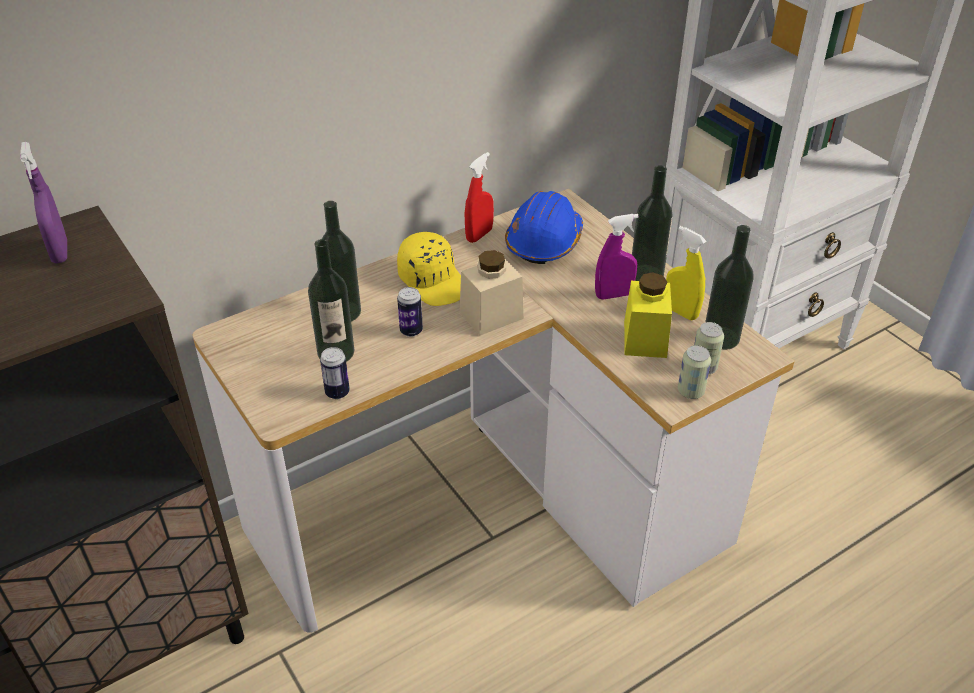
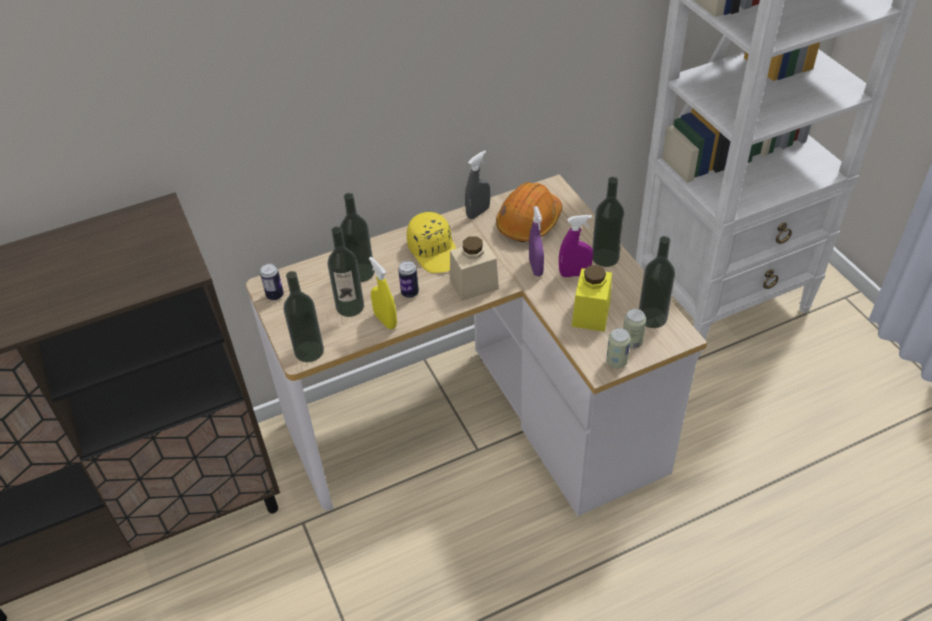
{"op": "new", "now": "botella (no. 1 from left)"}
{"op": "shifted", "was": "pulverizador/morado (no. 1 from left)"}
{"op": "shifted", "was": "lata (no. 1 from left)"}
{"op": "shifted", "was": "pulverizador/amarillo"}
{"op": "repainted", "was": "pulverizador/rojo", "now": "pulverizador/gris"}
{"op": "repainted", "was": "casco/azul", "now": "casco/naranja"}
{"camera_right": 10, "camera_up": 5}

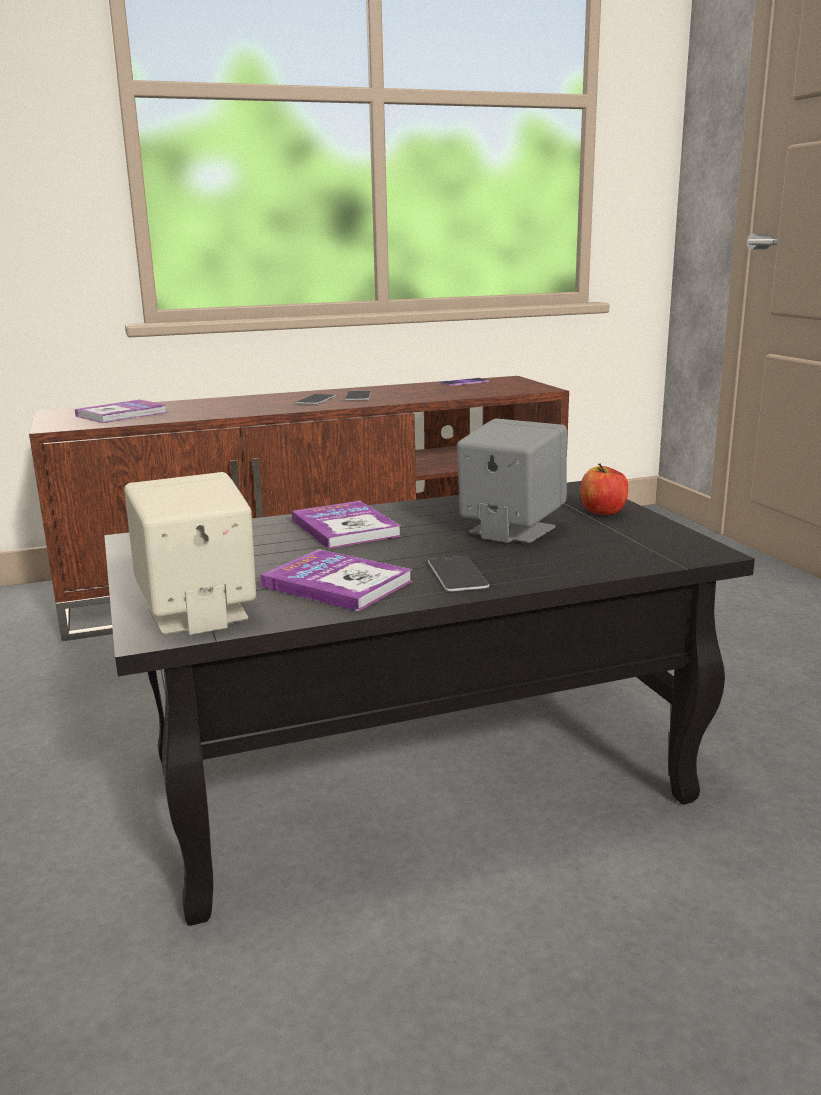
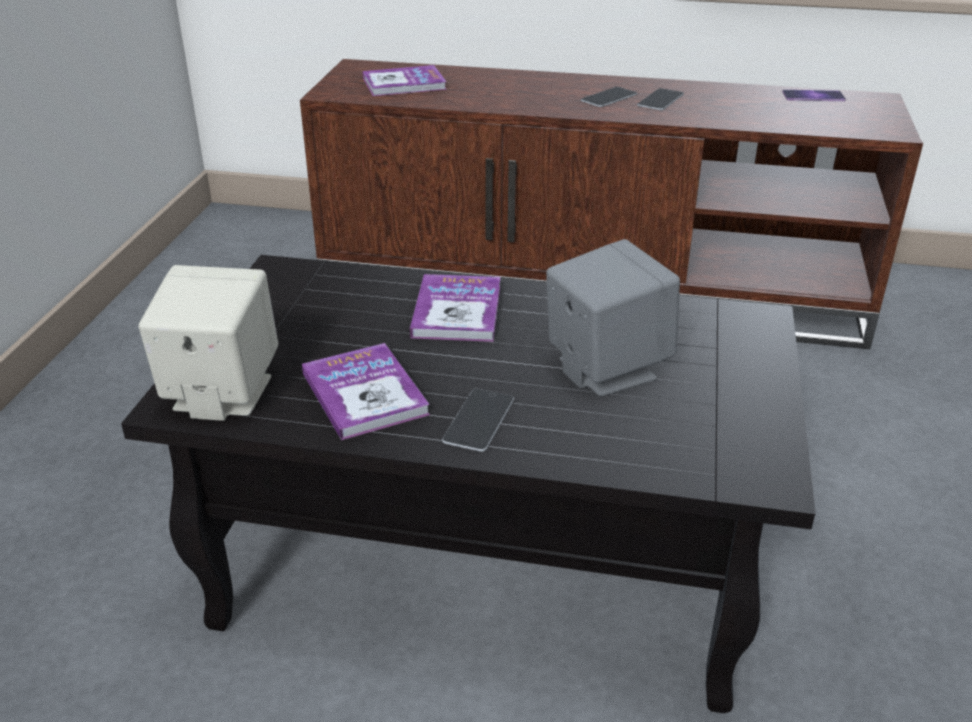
{"op": "gone", "was": "manzana"}
{"camera_right": 30, "camera_up": 15}

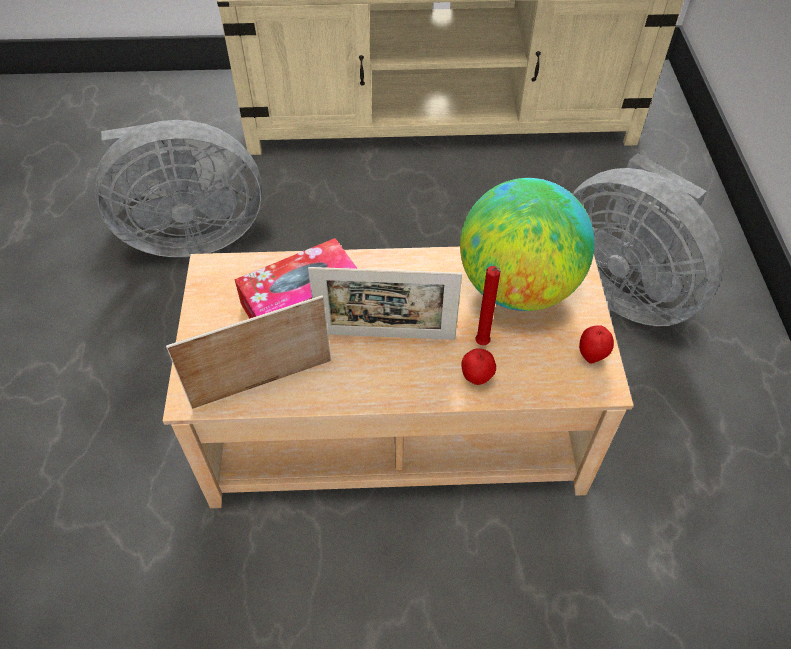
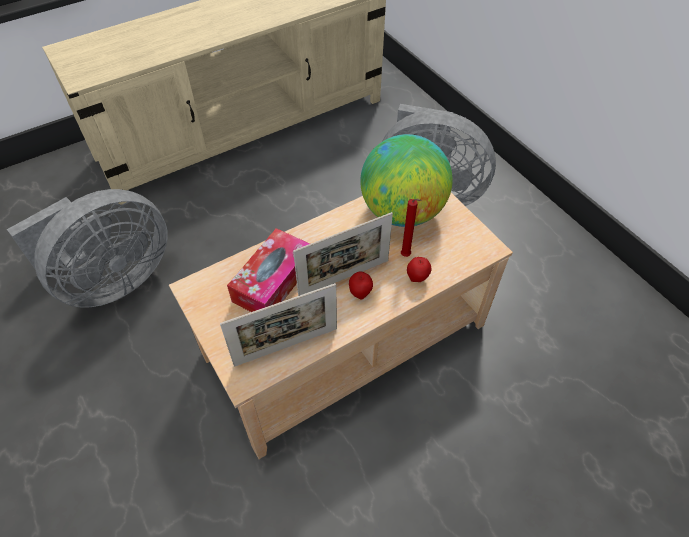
{"op": "shifted", "was": "manzana (no. 2 from left in the first image)", "now": "manzana (no. 1 from left)"}
{"op": "rotated", "was": "portarretratos (no. 1 from left)", "clockwise": -150}
{"camera_right": -30, "camera_up": 0}

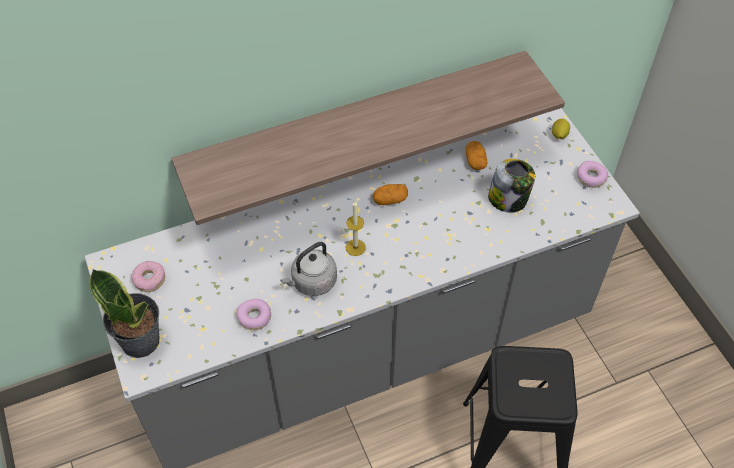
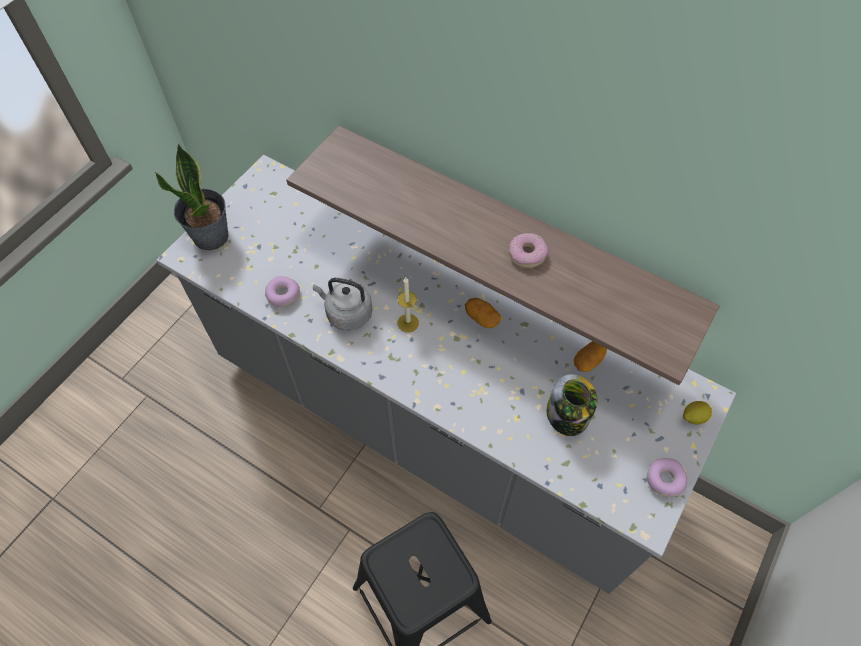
{"op": "shifted", "was": "rosquilla (no. 1 from left in the first image)", "now": "rosquilla (no. 2 from left)"}
{"camera_right": 55, "camera_up": 5}

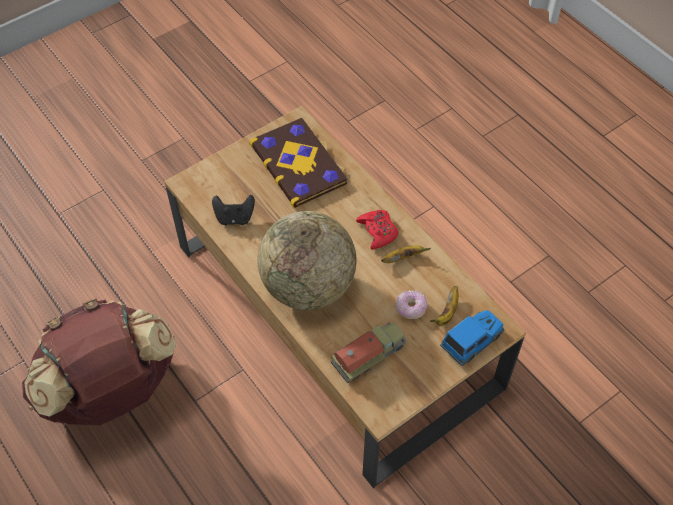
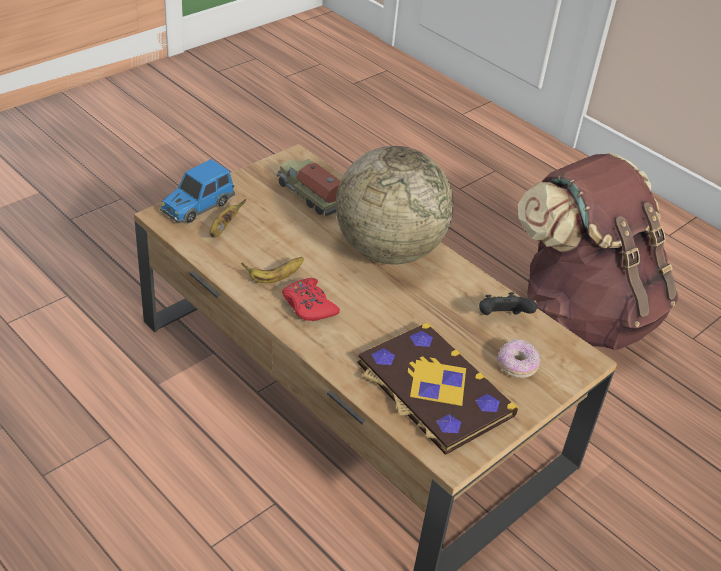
{"op": "shifted", "was": "rosquilla"}
{"op": "rotated", "was": "camión de juguete", "clockwise": 90}
{"camera_right": 170, "camera_up": -15}

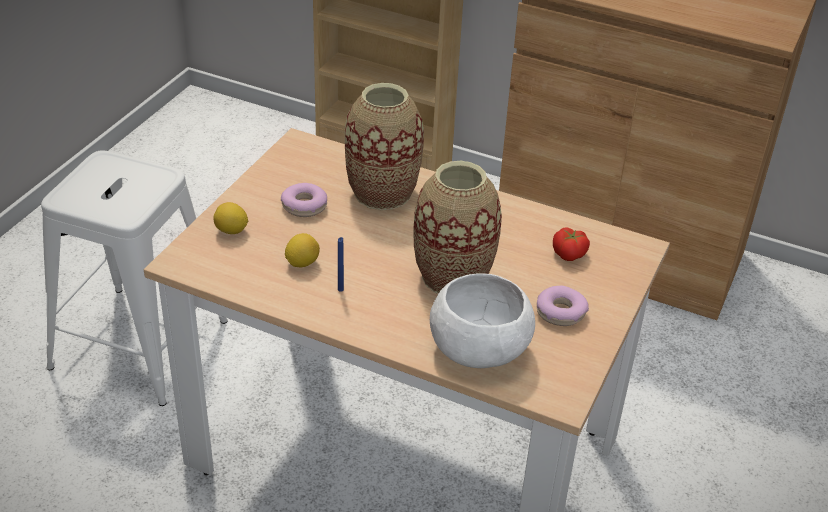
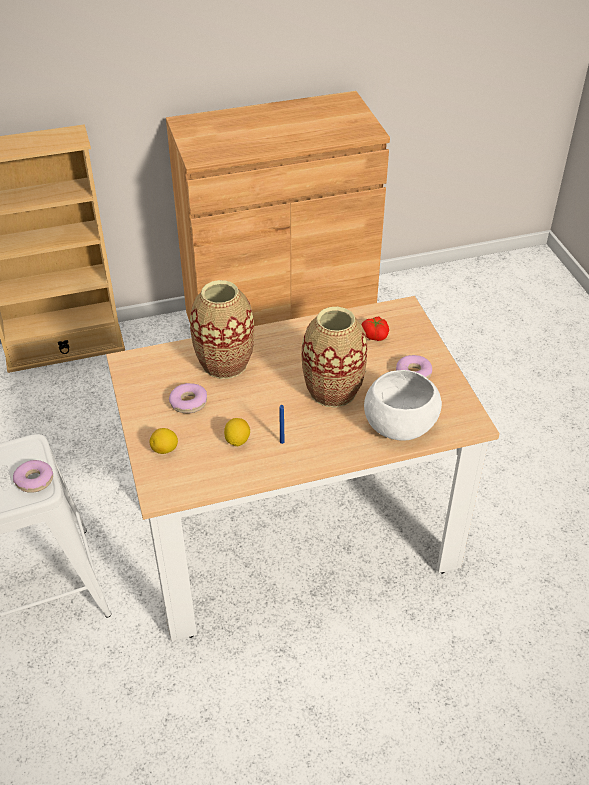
{"op": "new", "now": "rosquilla (no. 1 from left)"}
{"camera_right": -40, "camera_up": 5}

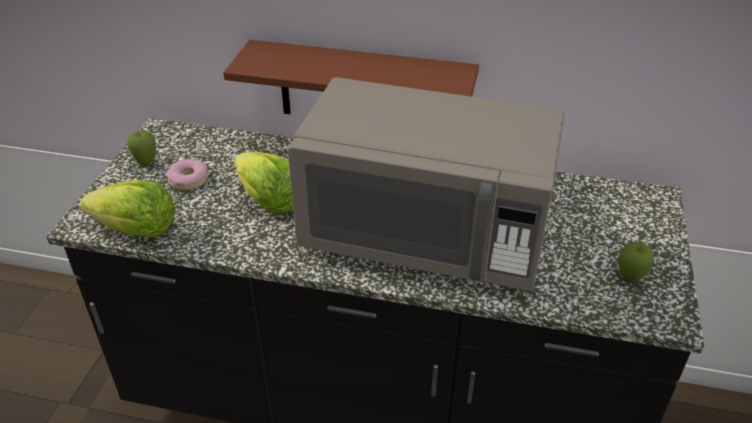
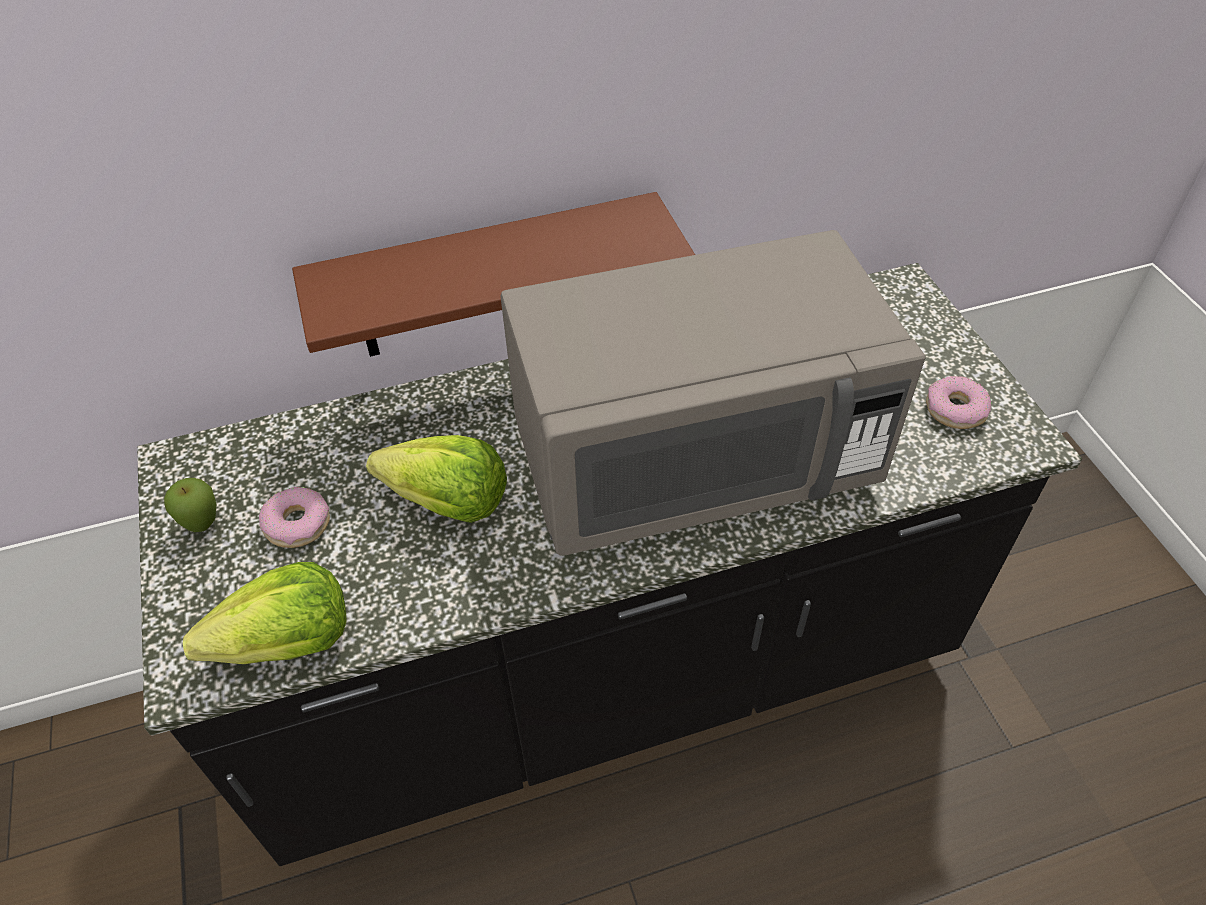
{"op": "swapped", "was": "manzana (no. 2 from left)", "now": "rosquilla (no. 2 from left)"}
{"camera_right": -30, "camera_up": 10}

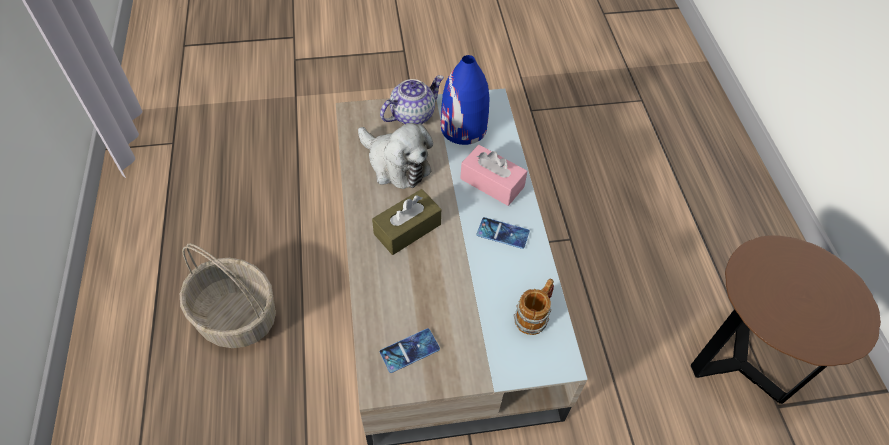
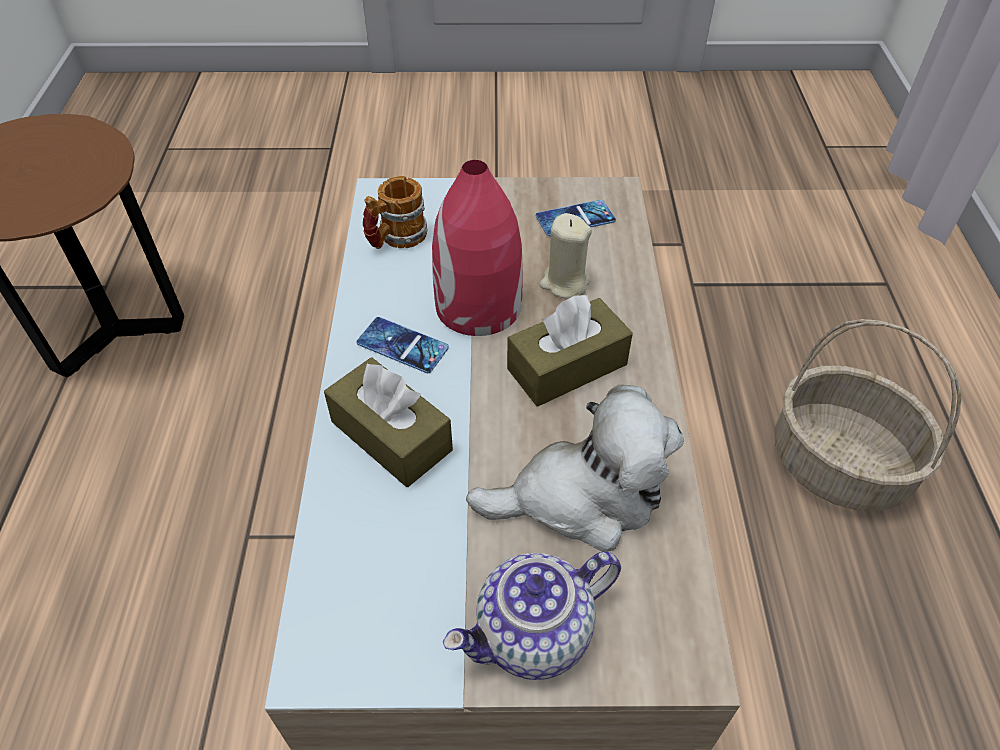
{"op": "gone", "was": "florero/azul"}
{"op": "new", "now": "florero/rojo"}
{"op": "new", "now": "vela/beis"}
{"op": "repainted", "was": "caja de pañuelos/rosa", "now": "caja de pañuelos/marrón (no. 1 from left)"}
{"op": "rotated", "was": "peluche", "clockwise": 120}
{"camera_right": -170, "camera_up": -5}

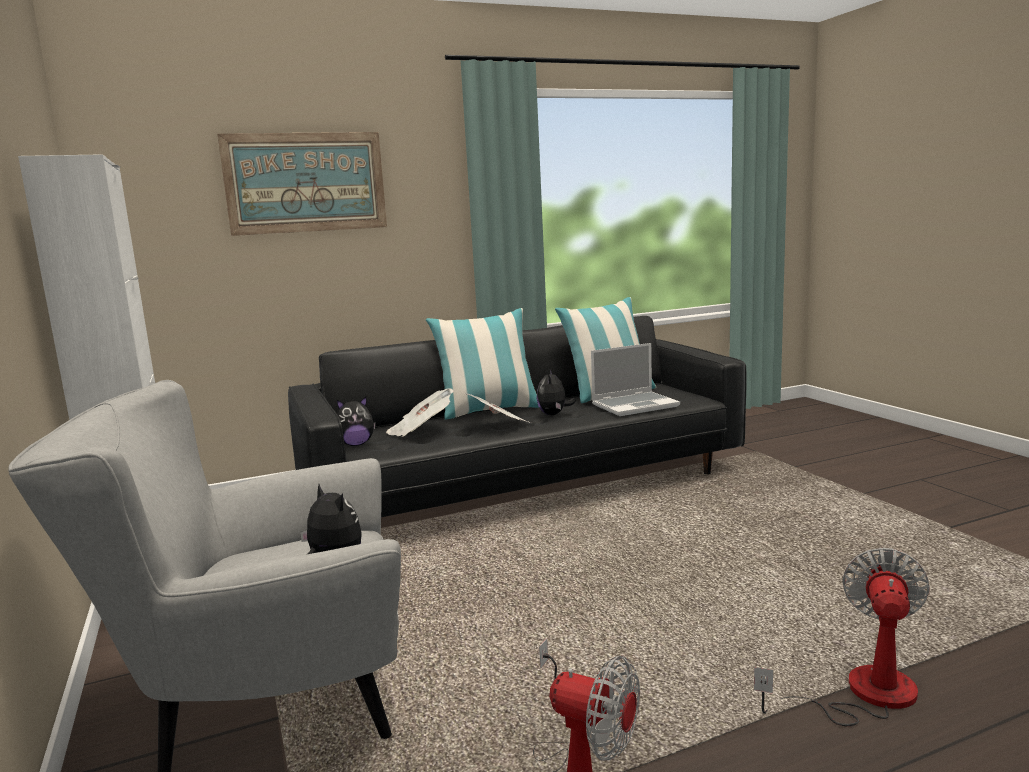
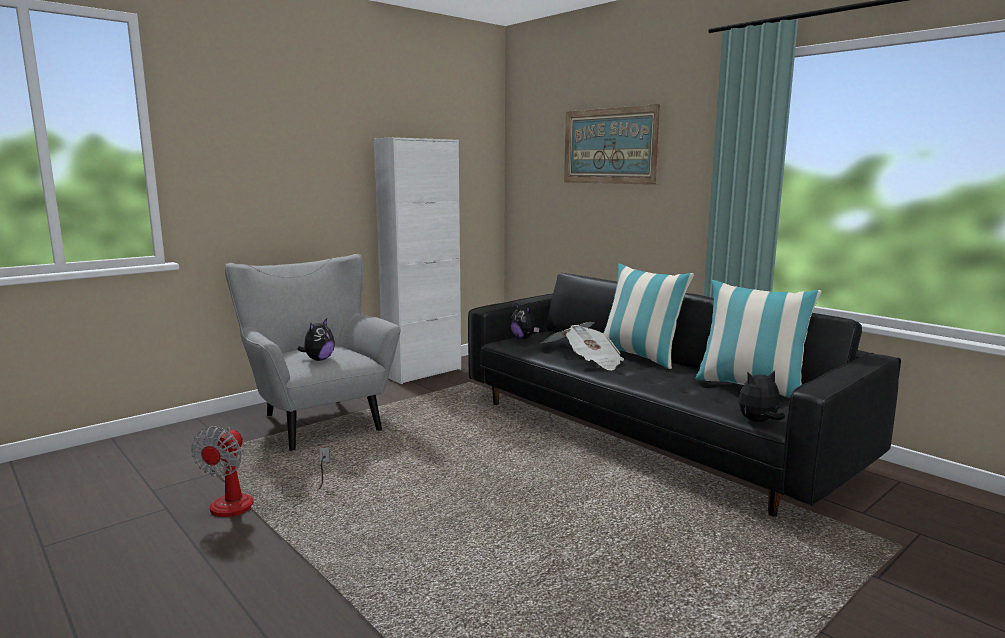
{"op": "gone", "was": "portátil"}
{"op": "gone", "was": "ventilador (no. 2 from left)"}
{"op": "shifted", "was": "peluche (no. 3 from left)"}
{"camera_right": 70, "camera_up": 0}

